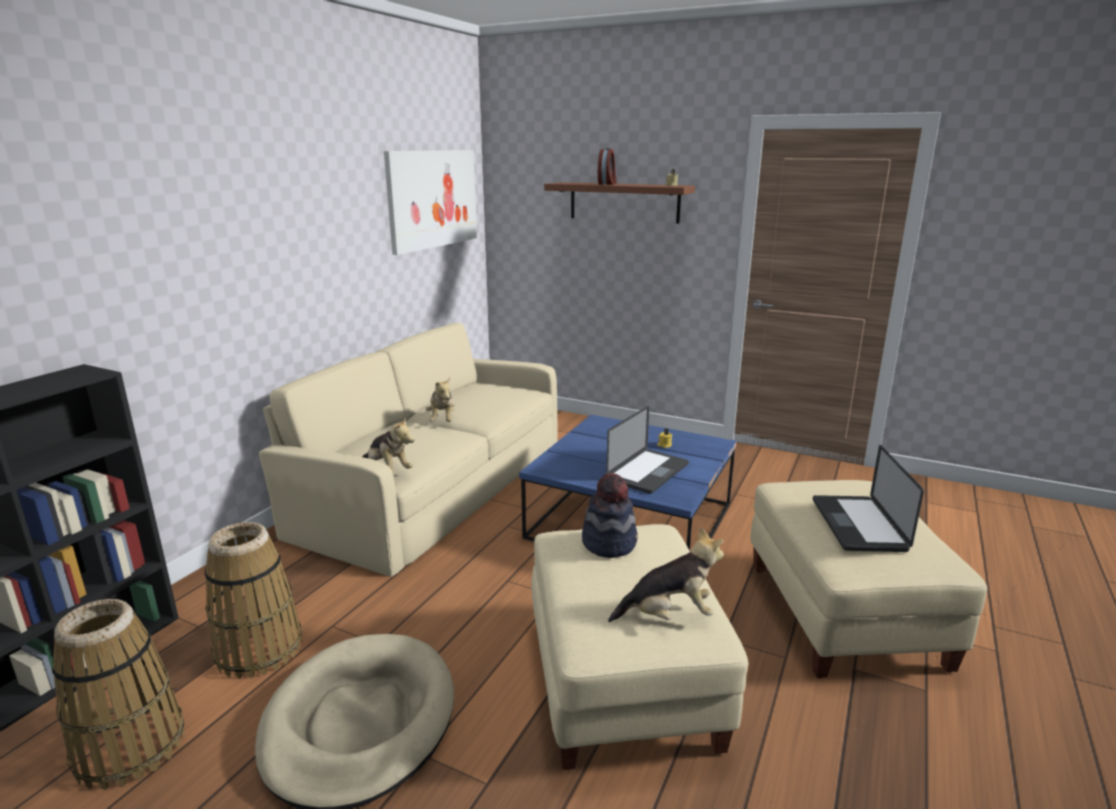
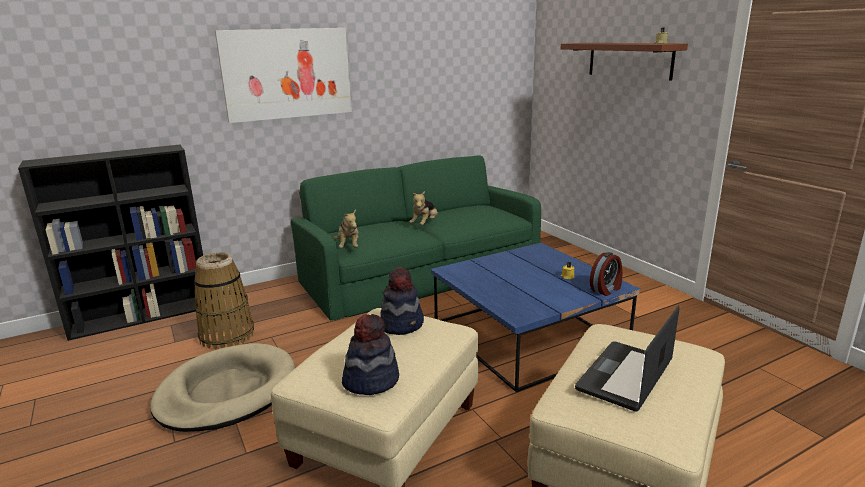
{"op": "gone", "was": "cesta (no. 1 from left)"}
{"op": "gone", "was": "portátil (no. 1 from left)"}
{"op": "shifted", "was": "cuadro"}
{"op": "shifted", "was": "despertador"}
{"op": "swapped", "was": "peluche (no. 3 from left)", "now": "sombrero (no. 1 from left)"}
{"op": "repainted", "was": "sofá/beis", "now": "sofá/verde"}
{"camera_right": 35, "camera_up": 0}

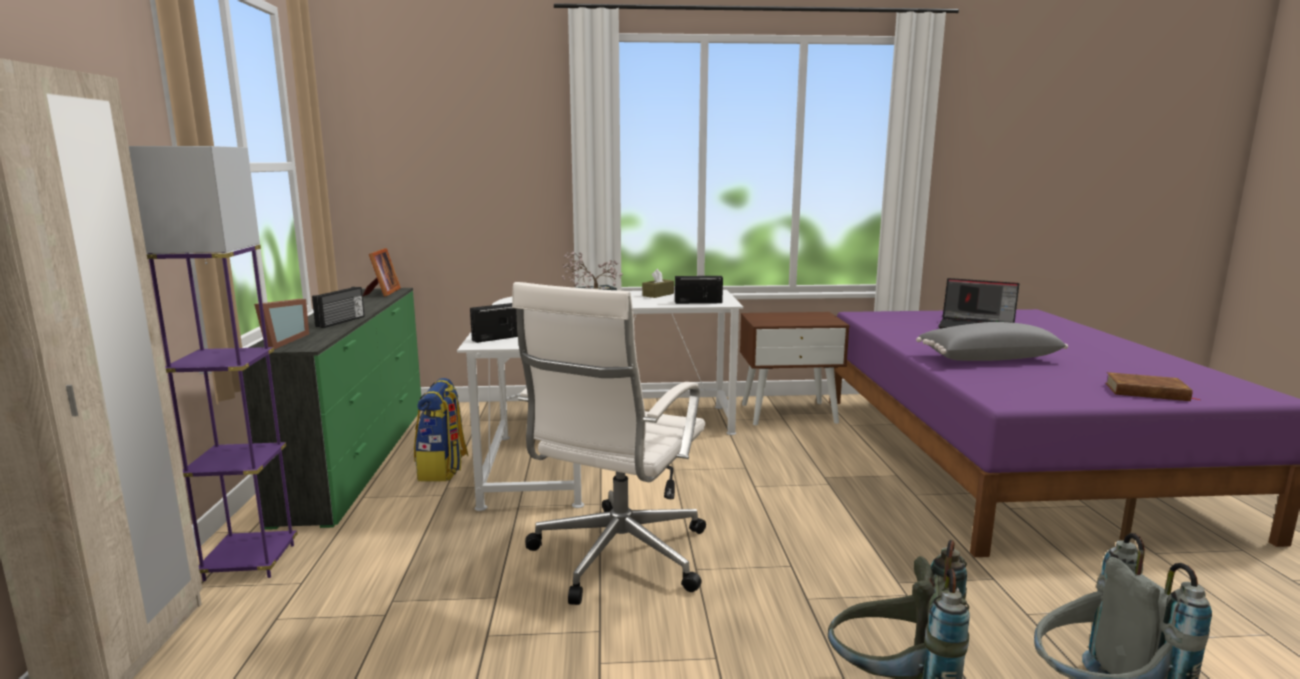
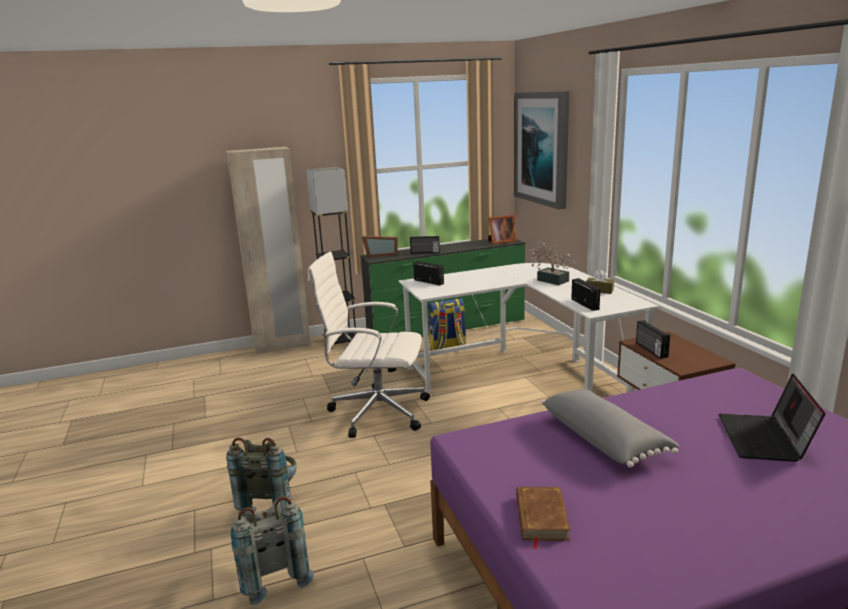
{"op": "new", "now": "cuadro"}
{"op": "new", "now": "radio (no. 4 from left)"}
{"op": "repainted", "was": "lámpara de pie/morado", "now": "lámpara de pie/gris"}
{"camera_right": 75, "camera_up": 5}

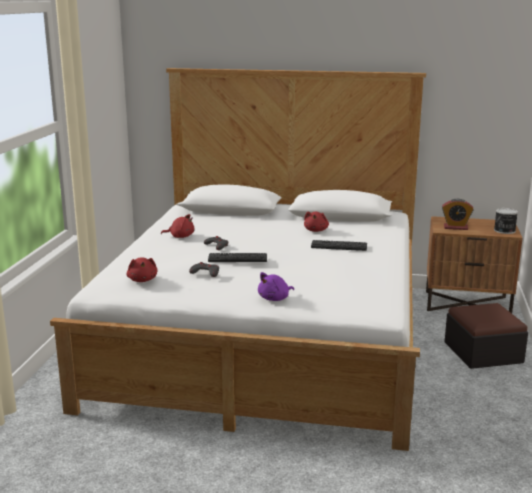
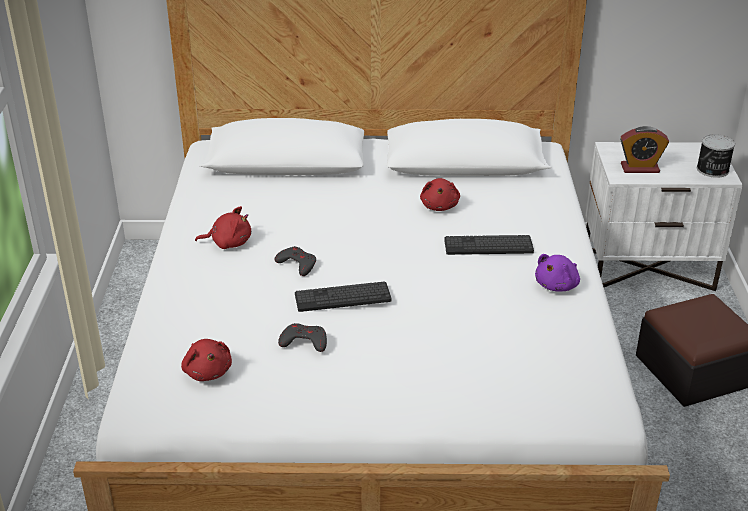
{"op": "shifted", "was": "peluche/morado"}
{"op": "repainted", "was": "mesita de noche/marrón", "now": "mesita de noche/blanco"}
{"camera_right": -10, "camera_up": 15}

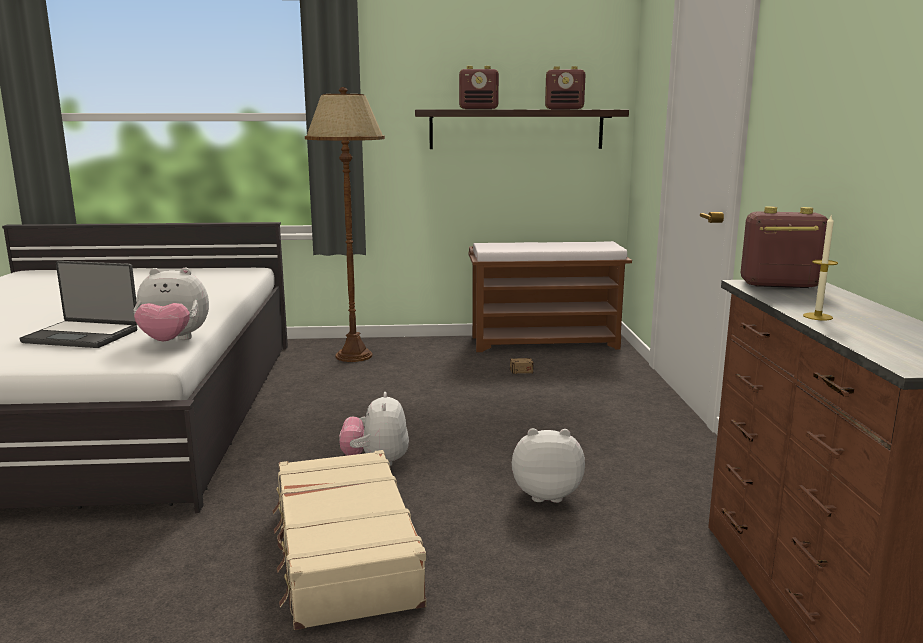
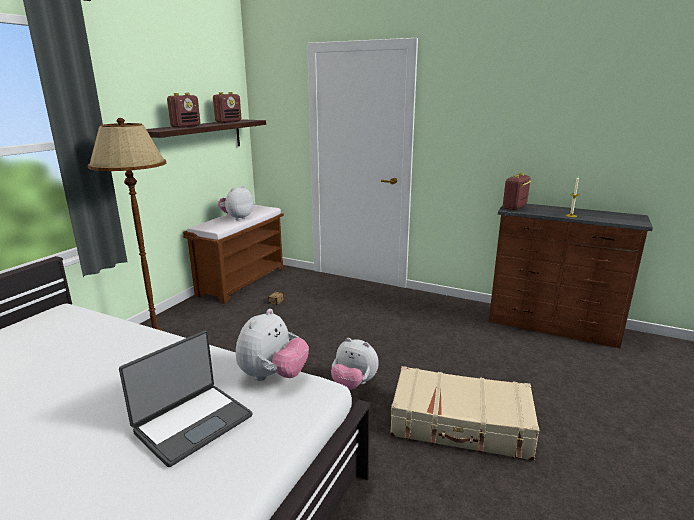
{"op": "shifted", "was": "peluche (no. 3 from left in the first image)", "now": "peluche (no. 1 from left)"}
{"camera_right": -60, "camera_up": 5}

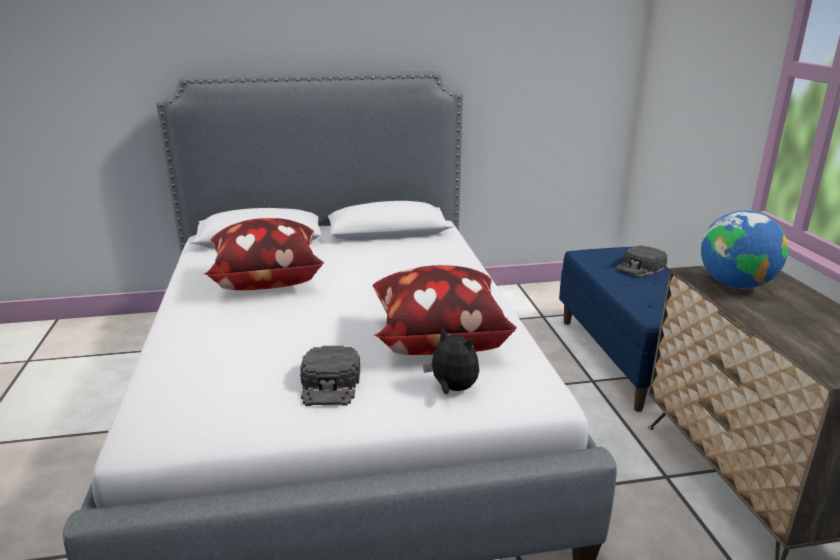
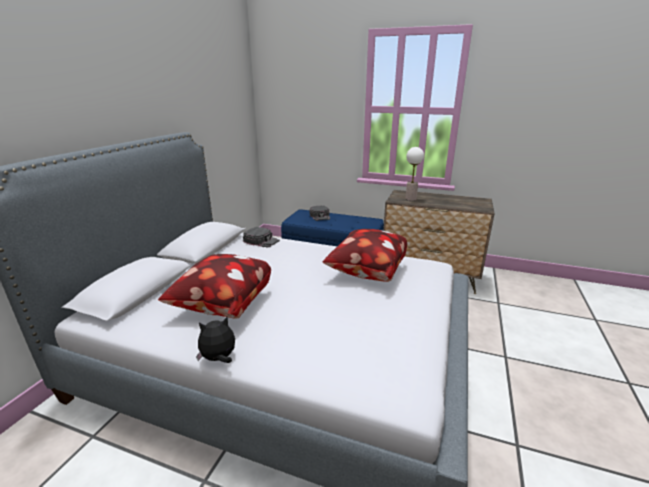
{"op": "shifted", "was": "gorra/negro (no. 1 from left)"}
{"op": "shifted", "was": "peluche"}
{"op": "swapped", "was": "globo terráqueo", "now": "lámpara de mesa"}
{"camera_right": -60, "camera_up": 0}

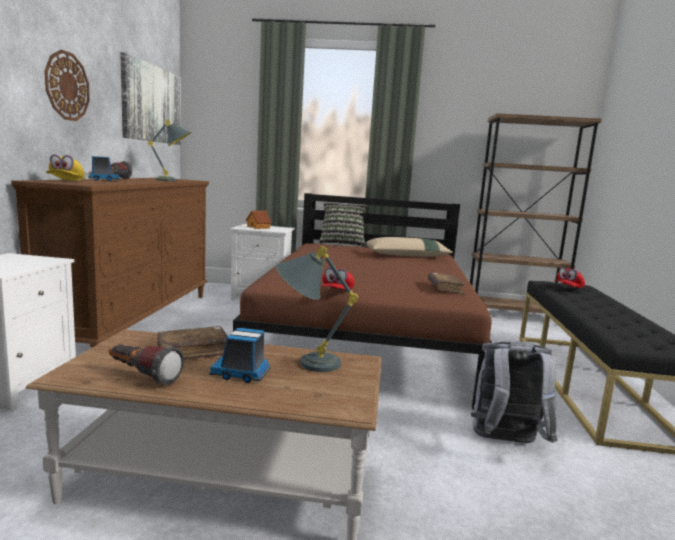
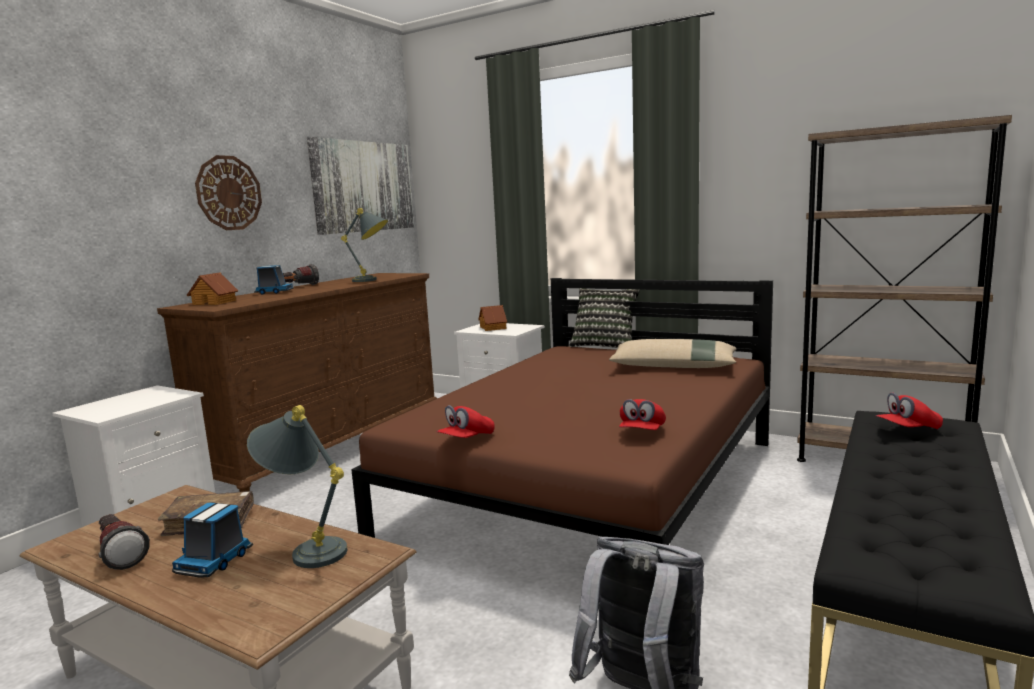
{"op": "swapped", "was": "gorra/amarillo", "now": "casita (no. 1 from left)"}
{"op": "swapped", "was": "libro/marrón (no. 2 from left)", "now": "gorra/rojo (no. 2 from left)"}
{"op": "rotated", "was": "camión de juguete (no. 2 from left in the first image)", "clockwise": -105}
{"camera_right": 25, "camera_up": 0}

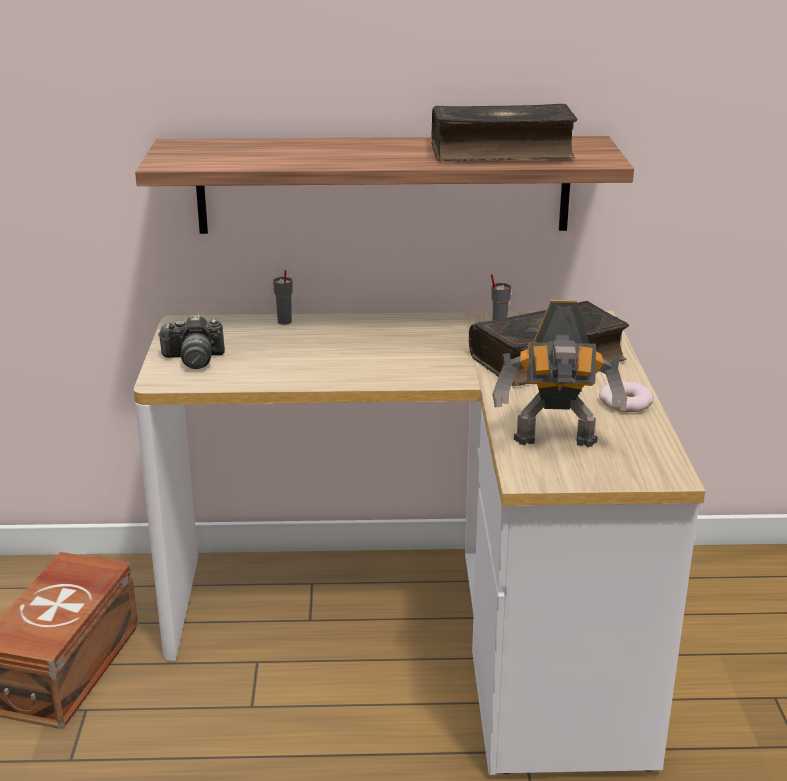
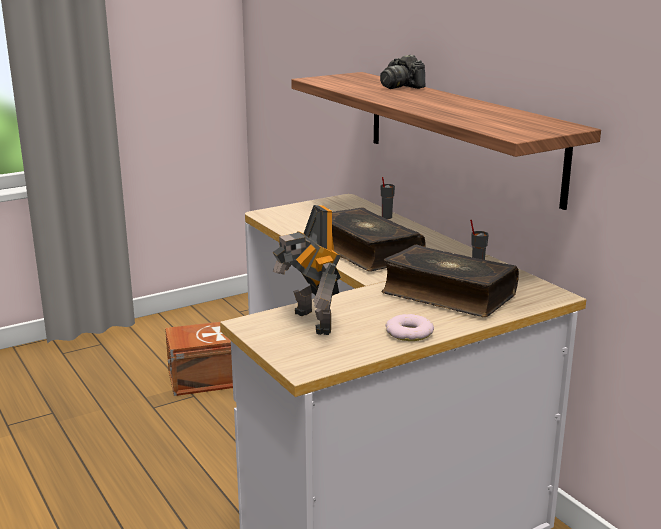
{"op": "shifted", "was": "cámara"}
{"op": "shifted", "was": "libro (no. 1 from left)"}
{"camera_right": 60, "camera_up": -5}

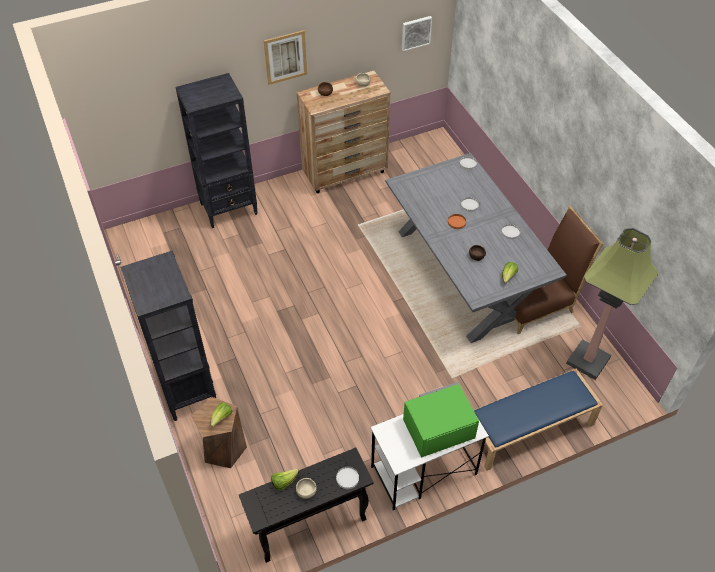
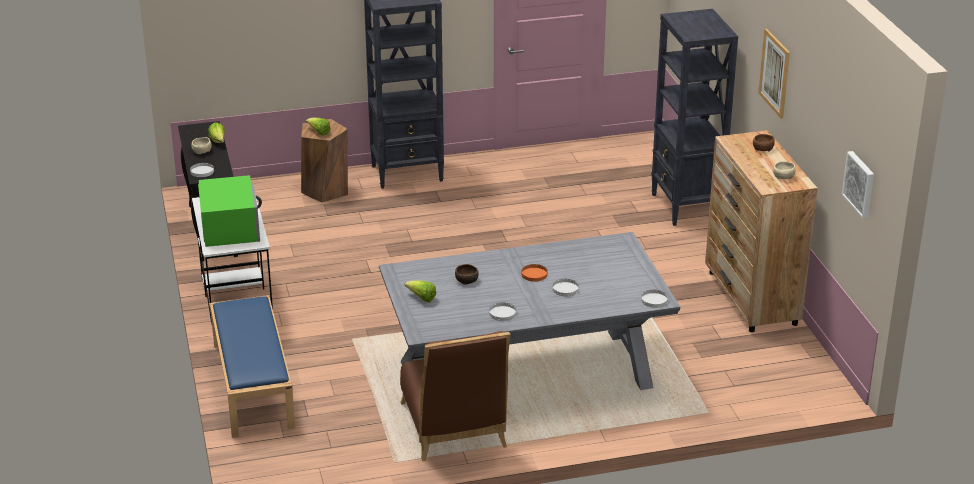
{"op": "gone", "was": "lámpara de pie"}
{"camera_right": 100, "camera_up": -20}

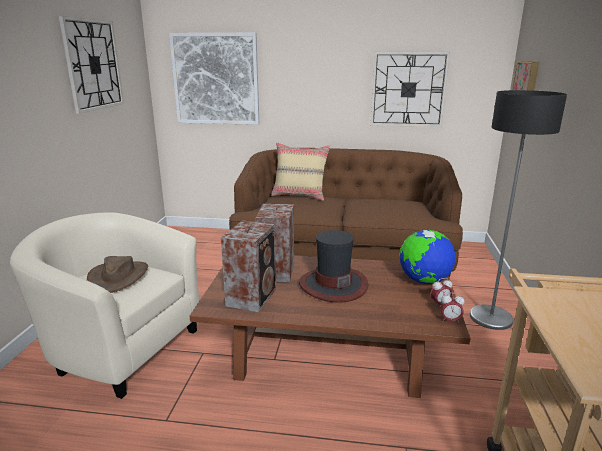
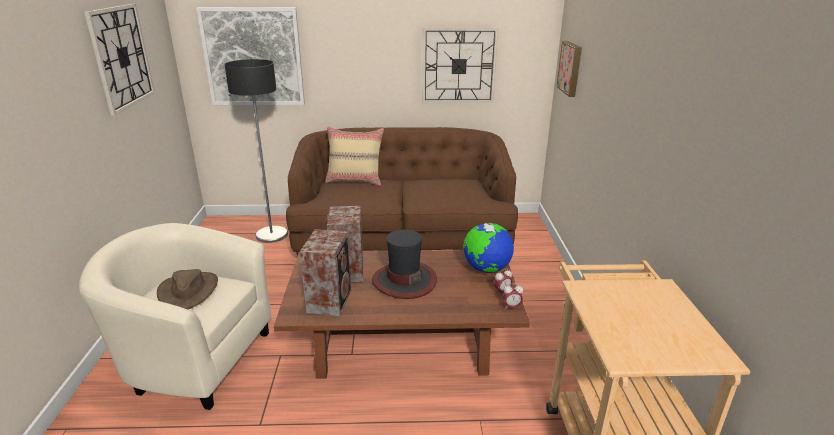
{"op": "shifted", "was": "lámpara de pie"}
{"camera_right": -10, "camera_up": 5}

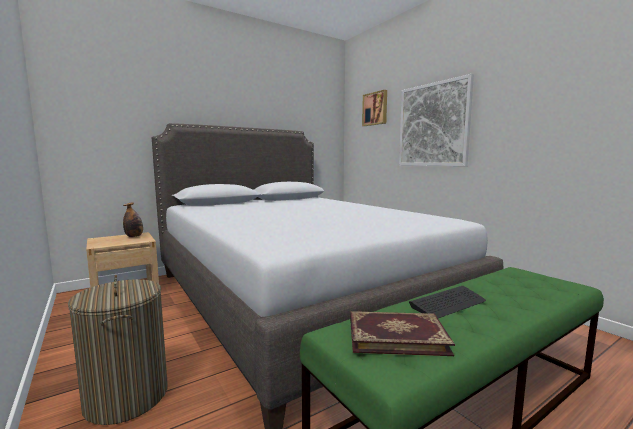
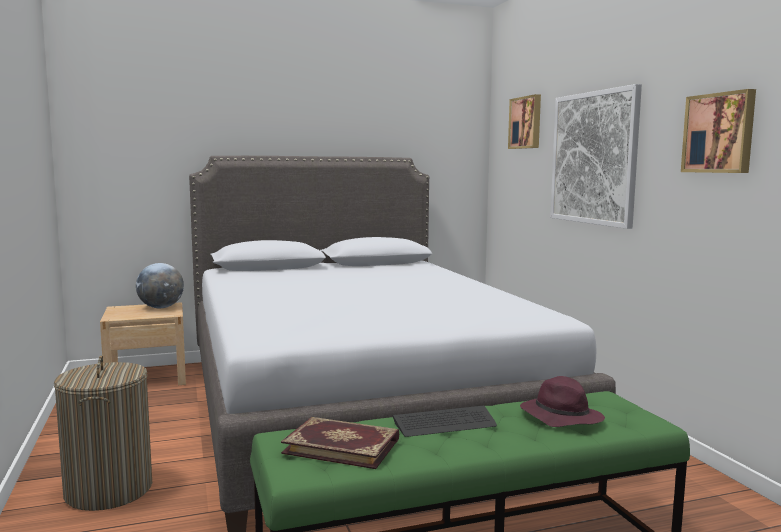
{"op": "new", "now": "sombrero/morado"}
{"op": "new", "now": "cuadro (no. 3 from left)"}
{"op": "swapped", "was": "botella", "now": "globo terráqueo"}
{"camera_right": 15, "camera_up": 0}

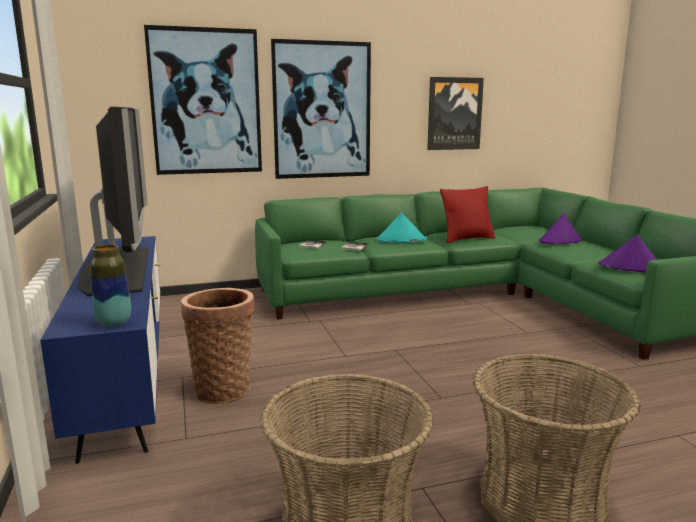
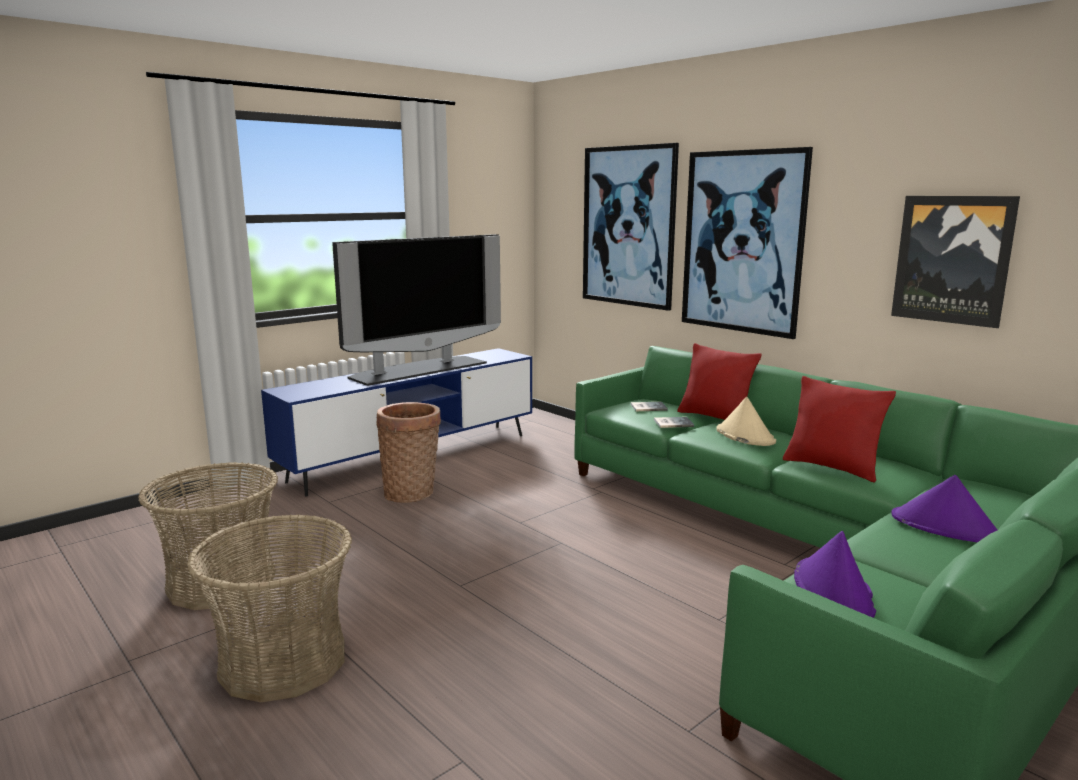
{"op": "gone", "was": "florero"}
{"op": "new", "now": "cojín/rojo (no. 1 from left)"}
{"op": "repainted", "was": "sombrero/turquesa", "now": "sombrero/beis"}
{"camera_right": 65, "camera_up": 0}

